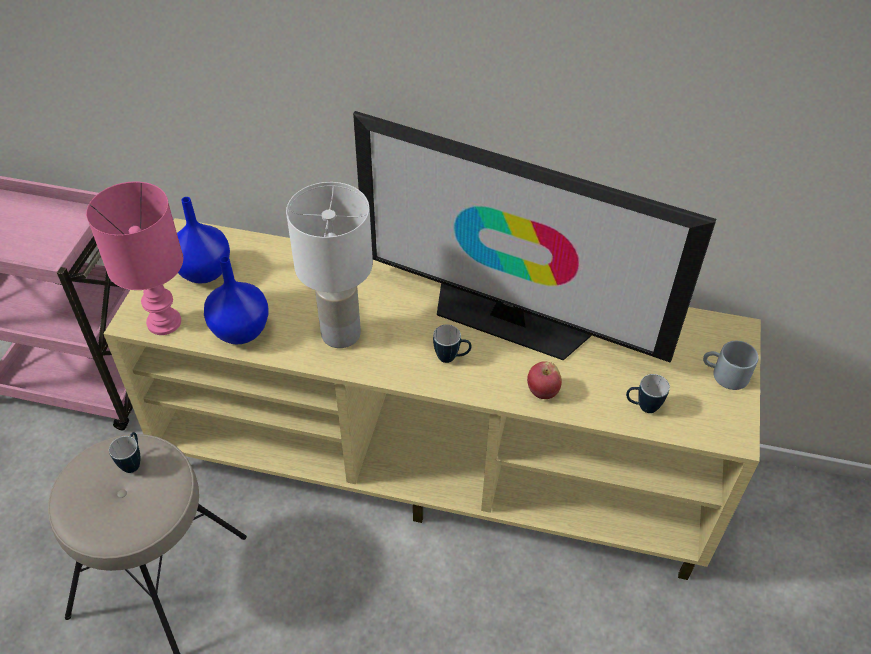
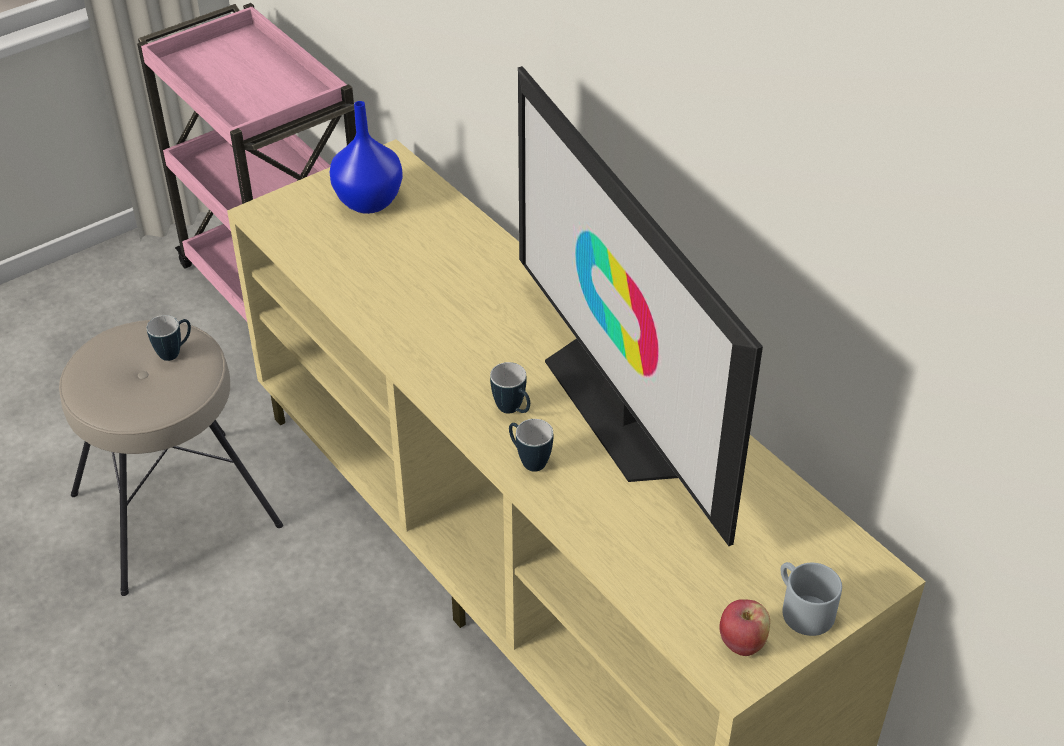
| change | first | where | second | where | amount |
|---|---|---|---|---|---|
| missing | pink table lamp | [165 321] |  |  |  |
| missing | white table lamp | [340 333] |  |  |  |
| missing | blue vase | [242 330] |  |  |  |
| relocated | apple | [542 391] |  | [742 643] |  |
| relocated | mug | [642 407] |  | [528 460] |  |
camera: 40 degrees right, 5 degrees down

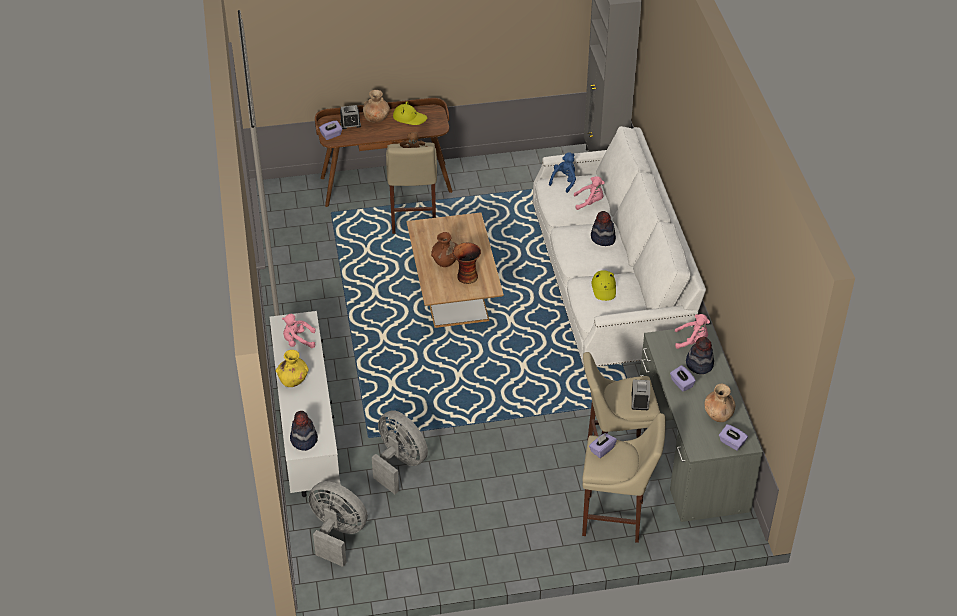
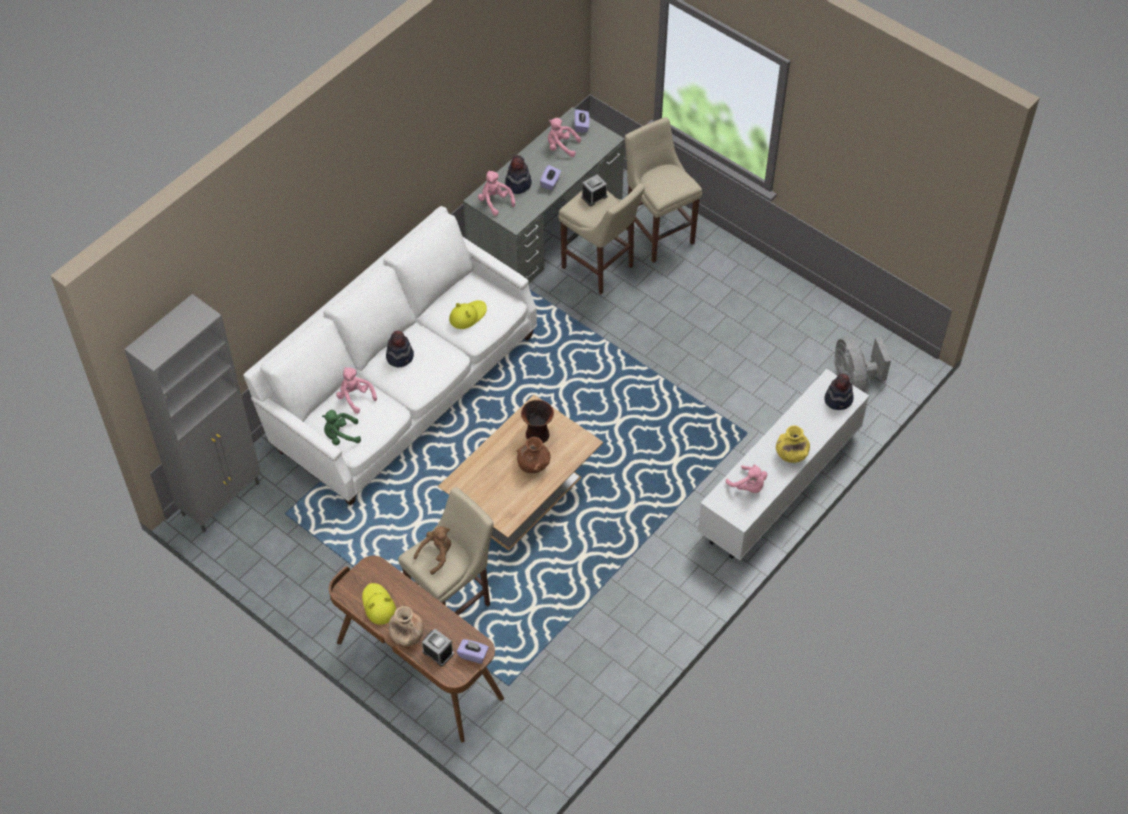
| change | first | where | second | where | amount |
|---|---|---|---|---|---|
| colour | blue plush toy | [564 181] | green plush toy | [341 435] |  |
| exchanged | brown vase | [718 415] | pink plush toy | [561 146] |  |
| missing | grey fan | [399 464] |  |  |  |
| missing | purple tissue box | [602 450] |  |  |  |
camera: 130 degrees left, 10 degrees up

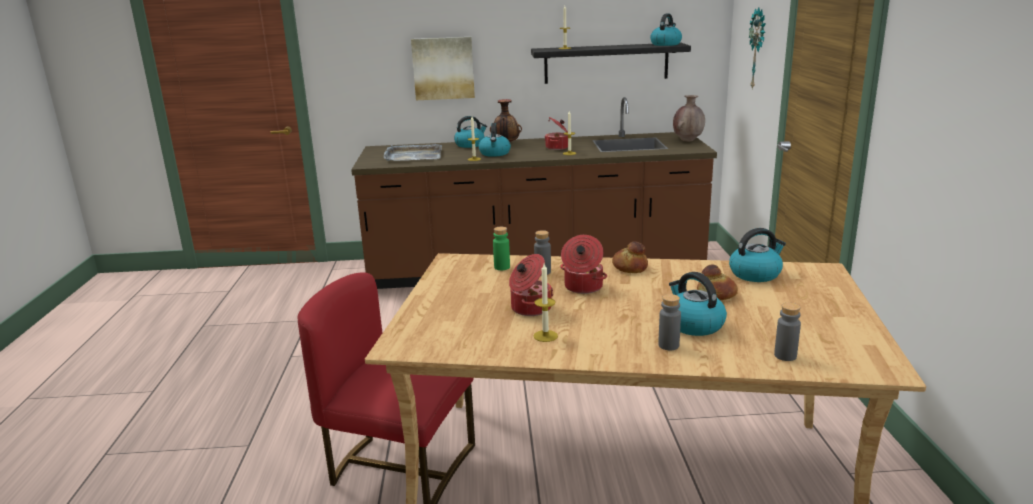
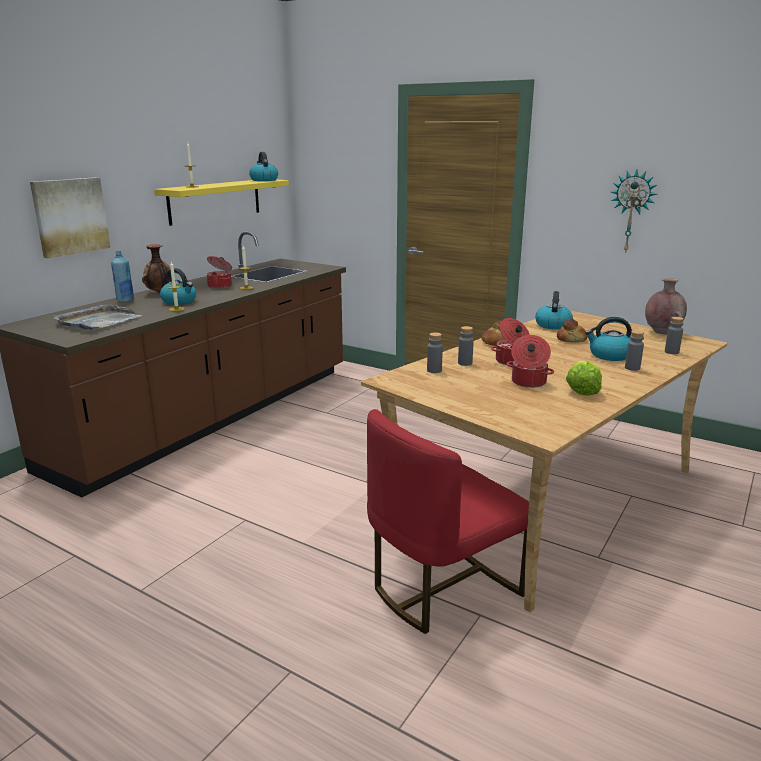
| change | first | where | second | where | amount |
|---|---|---|---|---|---|
| relocated | wall clock | [758 49] |  | [631 211] |  |
| colour | black shelf | [606 63] | yellow shelf | [215 201] |  |
| relocated | brown vase | [687 140] |  | [661 332] |  |
| exchanged | kettle | [470 145] | blue bottle | [125 300] |  |
| colour | green bottle | [502 267] | grey bottle | [434 370] |  |
| exchanged | candle | [545 336] | lettuce | [582 390] |  |
camera: 55 degrees left, 0 degrees up

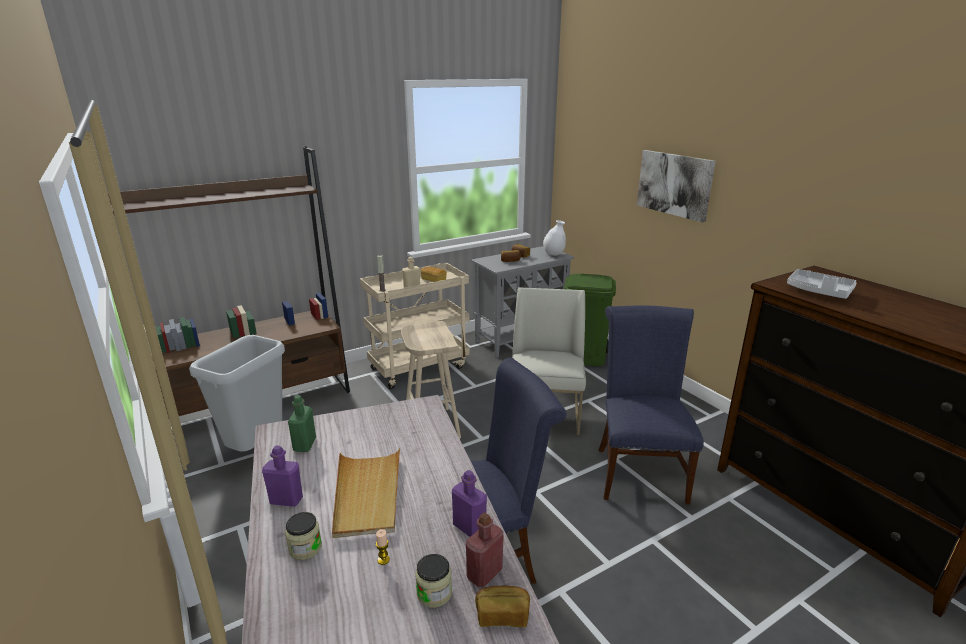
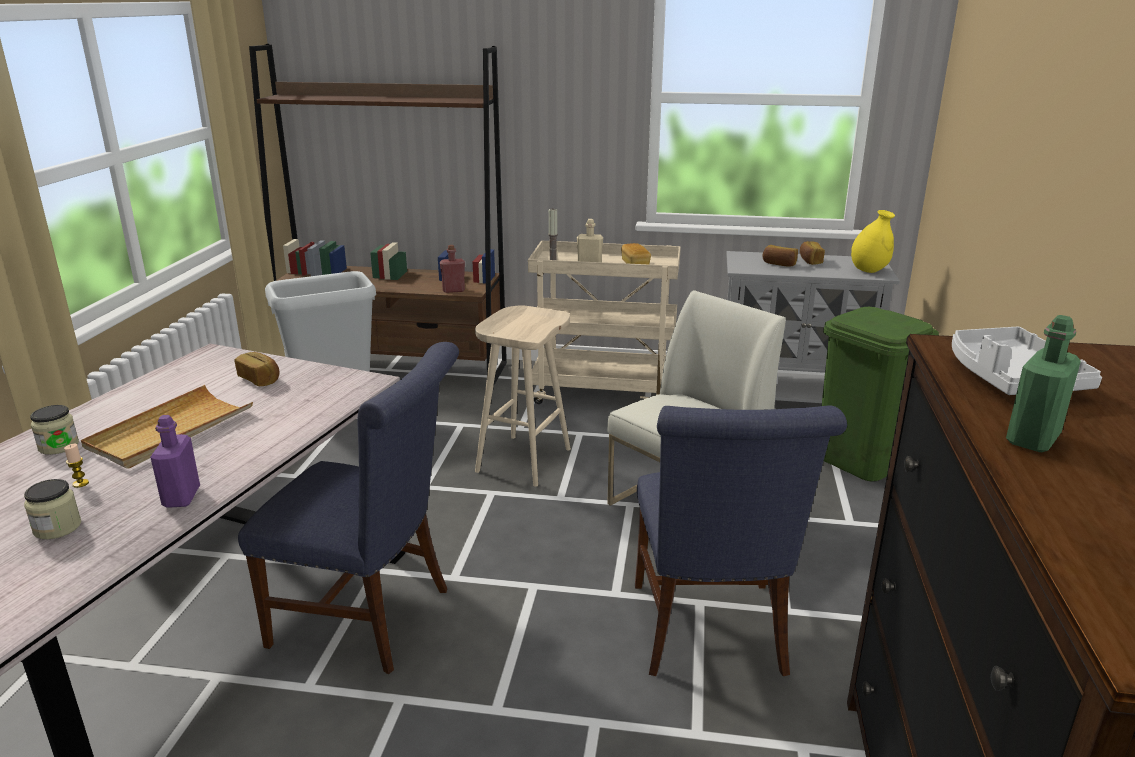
| change | first | where | second | where | amount |
|---|---|---|---|---|---|
| missing | picture | [674 184] |  |  |  |
| colour | white vase | [553 254] | yellow vase | [869 270] |  |
| spun | blue chair | [638 470] |  | [711 635] | 135 degrees clockwise |
| relocated | green bottle | [304 445] |  | [1032 439] |  |
| missing | purple bottle | [286 500] |  |  |  |
| relocated | red bottle | [484 573] |  | [453 290] |  |
| relocated | bread | [502 615] |  | [260 379] |  |
camera: 40 degrees right, 0 degrees up

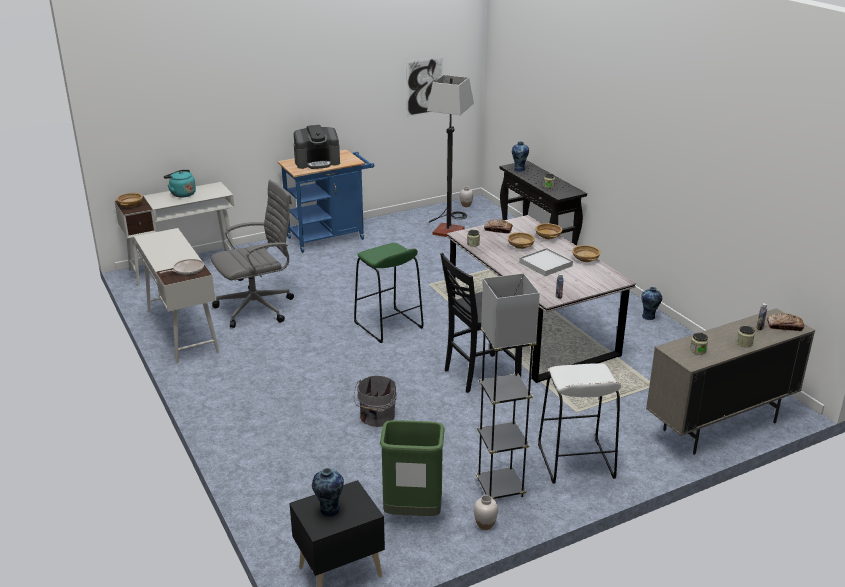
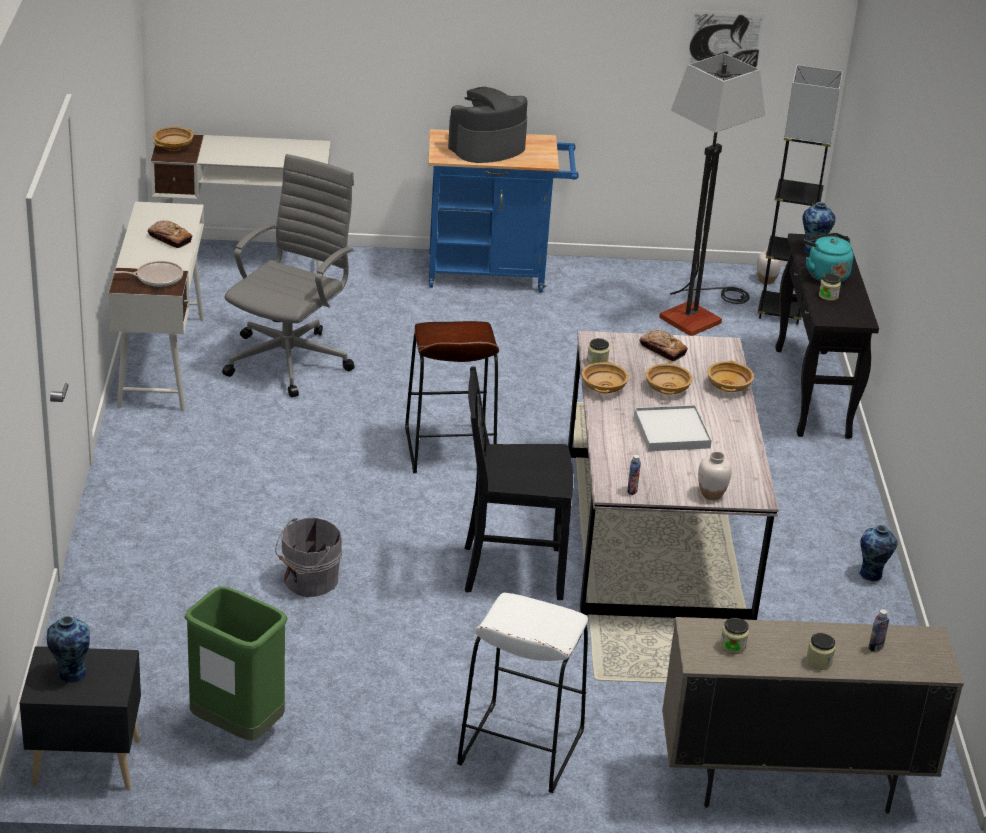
| change | first | where | second | where | amount |
|---|---|---|---|---|---|
| spun | coffee machine | [317 162] |  | [487 148] | 135 degrees clockwise |
| relocated | turquoise kettle | [182 194] |  | [825 275] |  |
| spun | grey office chair | [258 308] |  | [290 359] | 60 degrees counterclockwise |
| colour | green stool | [388 325] | brown stool | [449 449] |  |
| relocated | beige bowl | [585 259] |  | [603 387] |  |
| relocated | grey floor lamp | [500 488] |  | [780 312] |  |
| relocated | bread | [784 326] |  | [169 238] |  |
| relocated | white vase | [485 525] |  | [711 494] |  |
camera: 25 degrees right, 5 degrees up

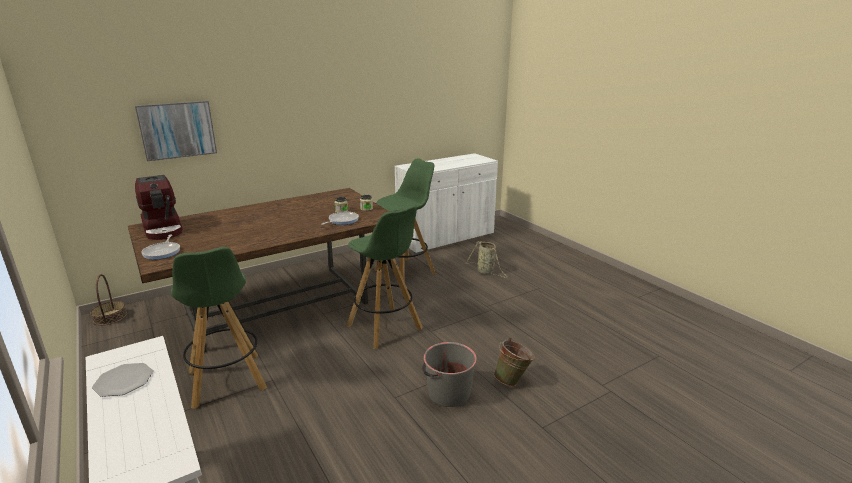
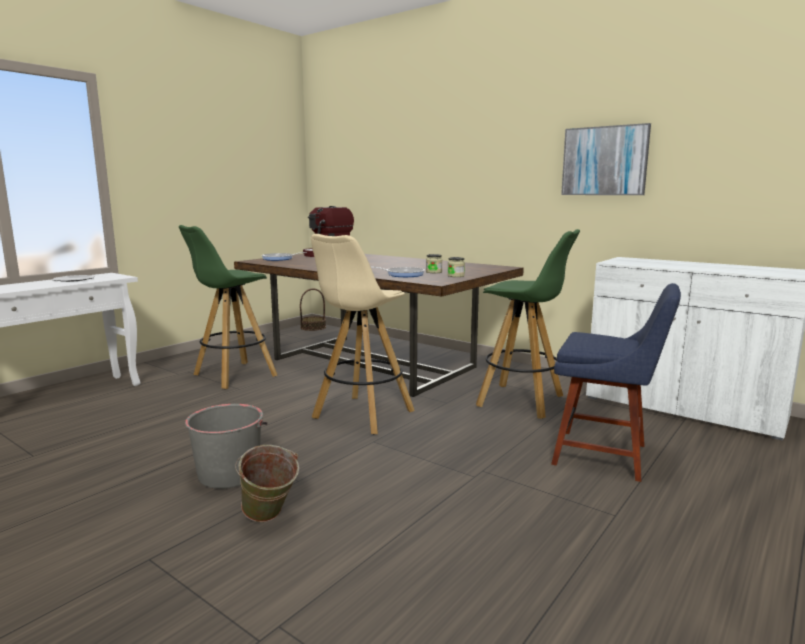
| change | first | where | second | where | amount |
|---|---|---|---|---|---|
| relocated | picture | [177 130] |  | [604 161] |  |
| colour | green stool | [385 328] | beige stool | [362 415] |  |
| exchanged | basket | [486 272] | blue chair | [606 455] |  |
camera: 70 degrees right, 10 degrees down

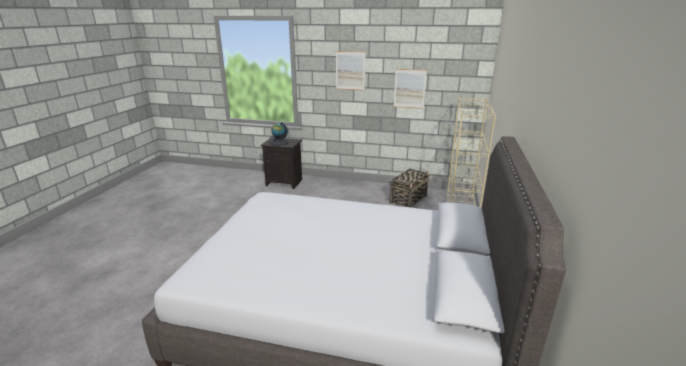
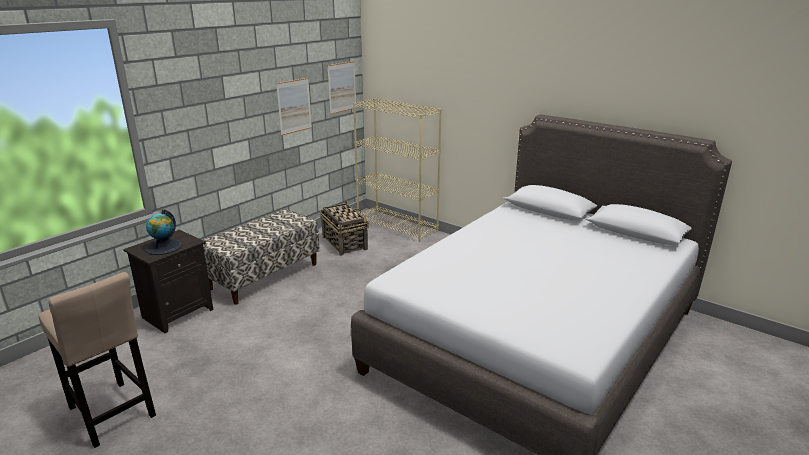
| change | first | where | second | where | amount |
|---|---|---|---|---|---|
| relocated | picture | [350 70] |  | [342 87] |  |
| appeared |  |  | bench | [264 276] |  |
| appeared |  |  | beige stool | [112 415] |  |
camera: 65 degrees left, 0 degrees up

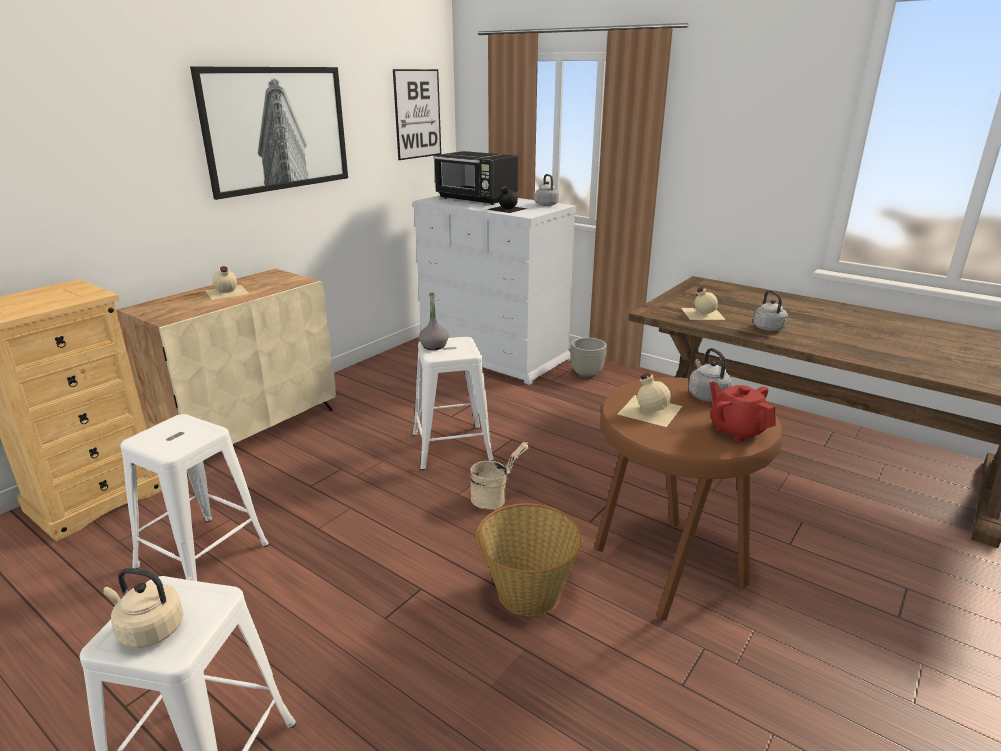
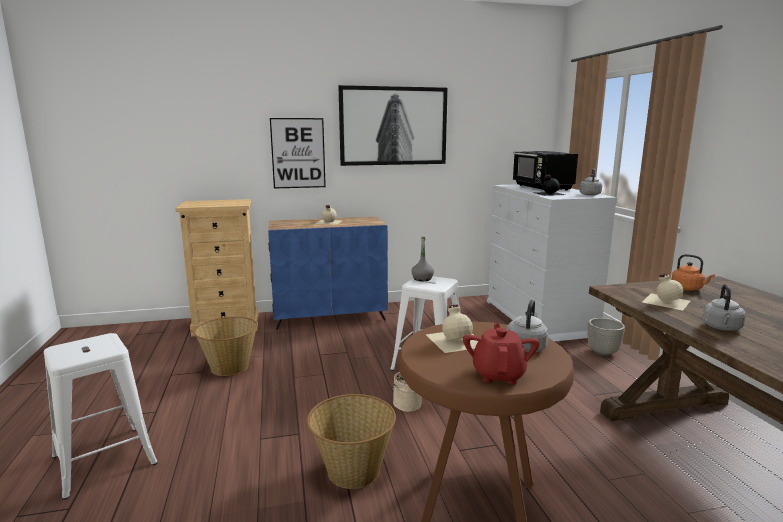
| change | first | where | second | where | amount |
|---|---|---|---|---|---|
| relocated | picture | [417 114] |  | [298 153] |  |
| colour | beige cabinet | [251 430] | blue cabinet | [330 316] |  |
| exchanged | white stool | [202 555] | basket | [229 367] |  |
| missing | beige kettle | [149 630] |  |  |  |
| appeared |  |  | orange kettle | [688 288] |  |
camera: 40 degrees right, 10 degrees down

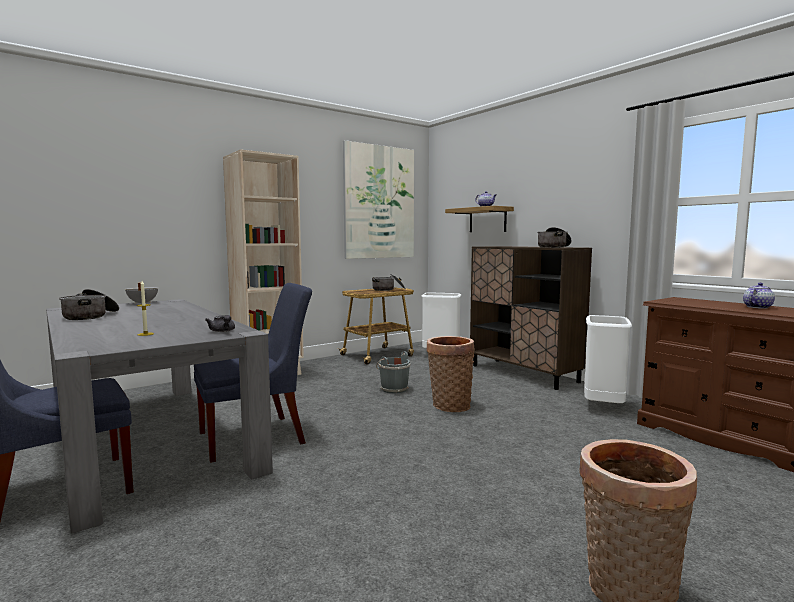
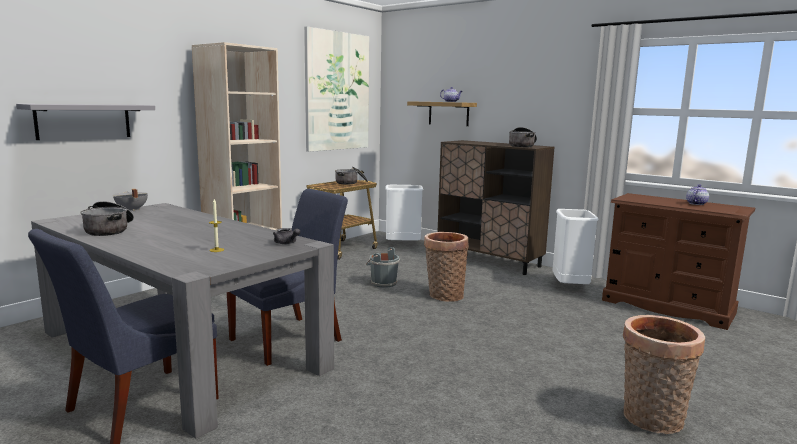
| change | first | where | second | where | amount |
|---|---|---|---|---|---|
| appeared |  |  | grey shelf | [84 121] |  |
camera: 15 degrees left, 5 degrees up

